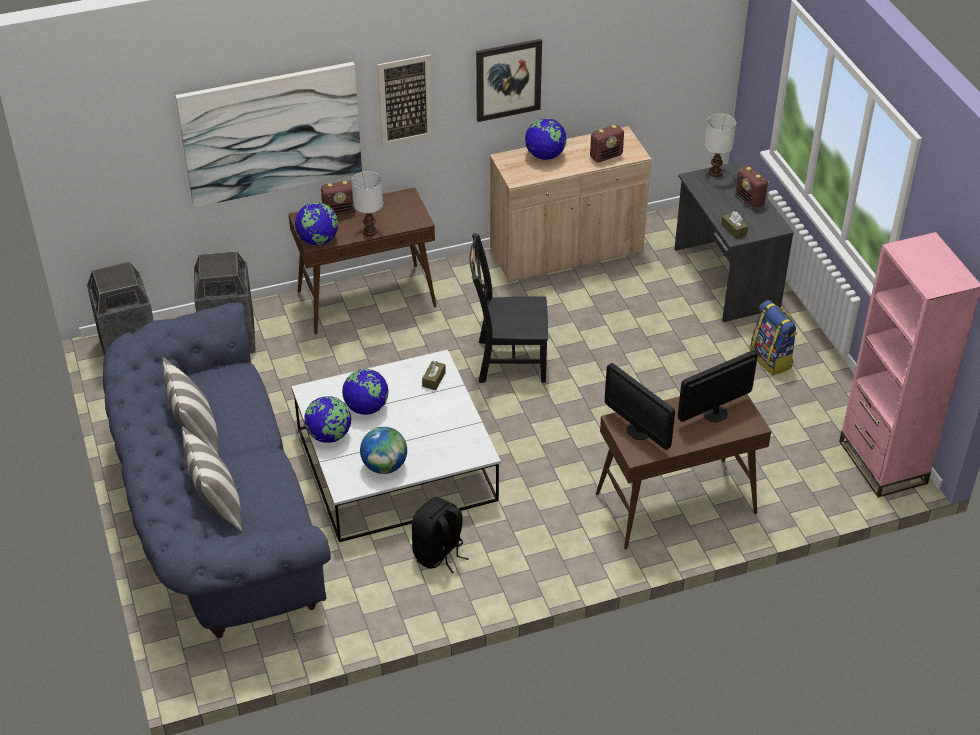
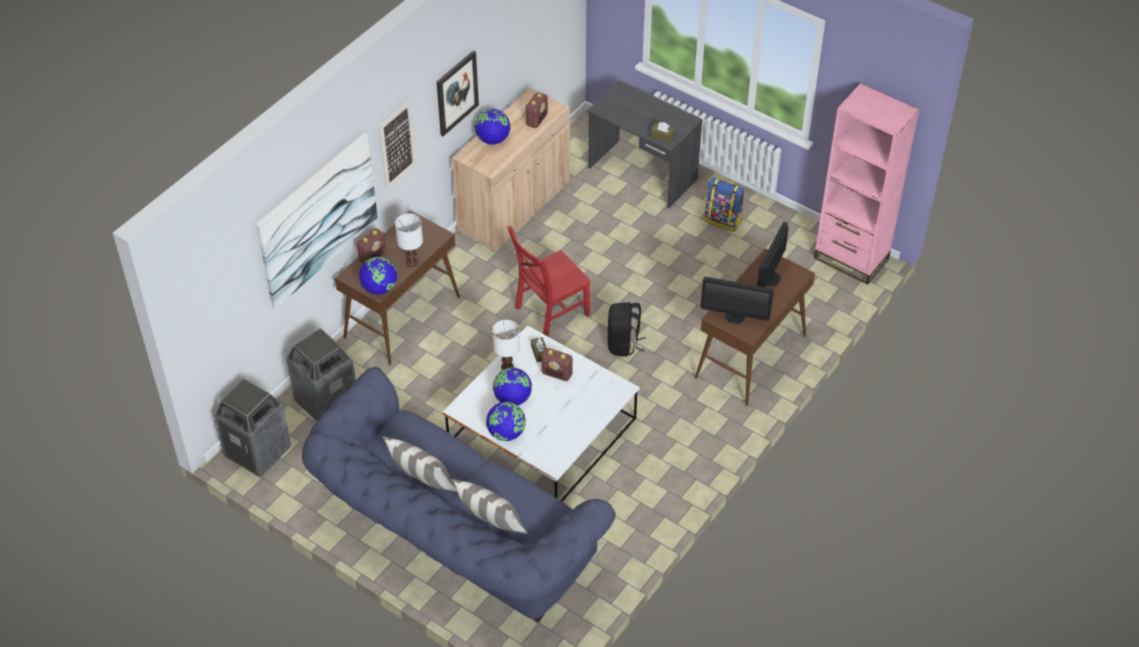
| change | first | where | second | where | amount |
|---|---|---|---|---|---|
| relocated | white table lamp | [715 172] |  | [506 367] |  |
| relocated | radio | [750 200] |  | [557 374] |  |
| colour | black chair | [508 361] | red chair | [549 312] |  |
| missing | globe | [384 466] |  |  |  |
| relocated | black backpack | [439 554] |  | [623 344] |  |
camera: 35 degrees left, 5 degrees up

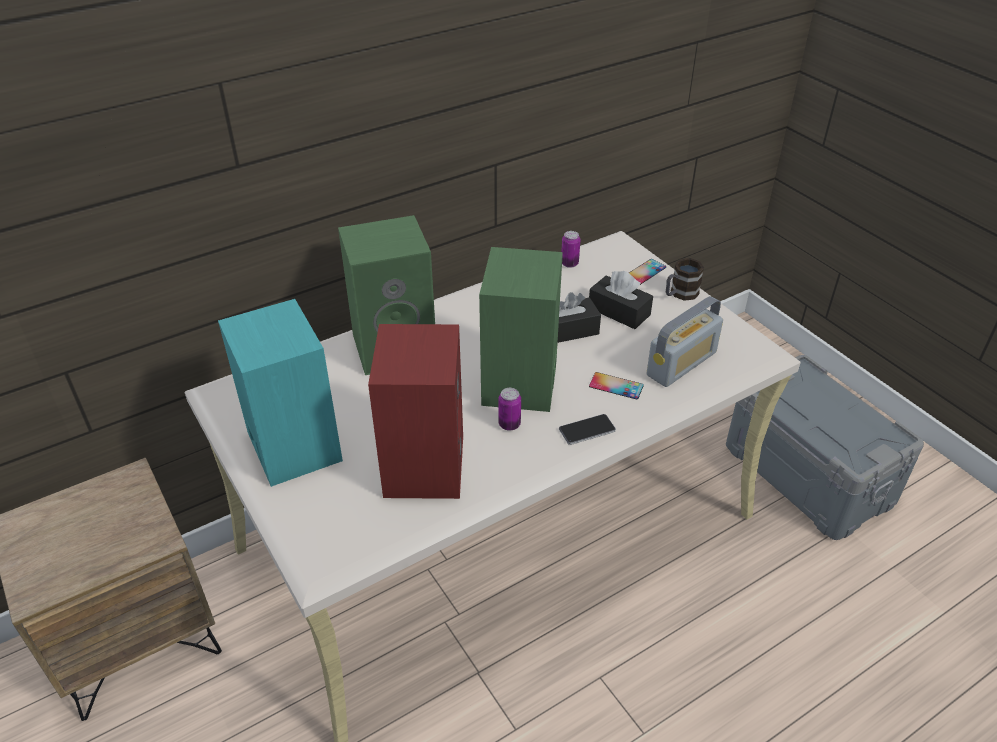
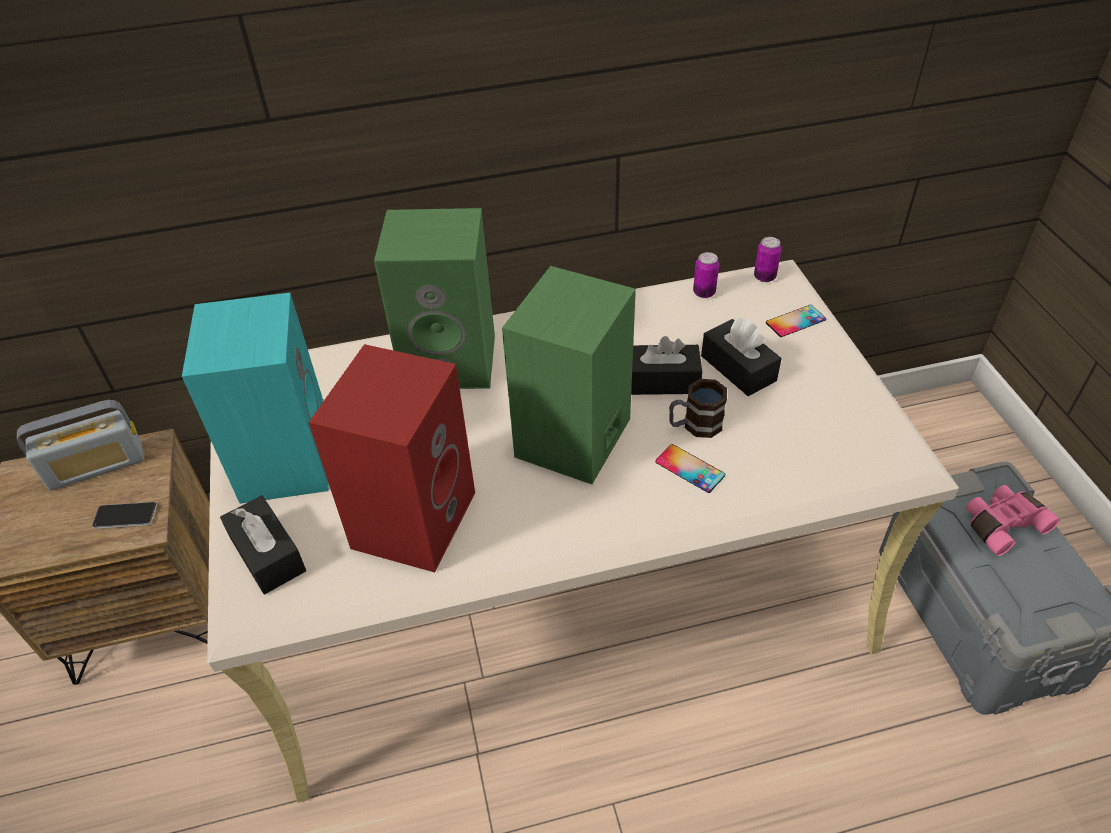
| change | first | where | second | where | amount |
|---|---|---|---|---|---|
| relocated | mug | [680 294] |  | [695 425] |  |
| relocated | radio | [681 363] |  | [96 466] |  |
| relocated | can | [509 424] |  | [764 277] |  |
| relocated | phone | [587 430] |  | [125 516] |  |
| appeared |  |  | pink binoculars | [1002 524] |  |
| appeared |  |  | black tissue box | [268 554] |  |
camera: 20 degrees right, 5 degrees up

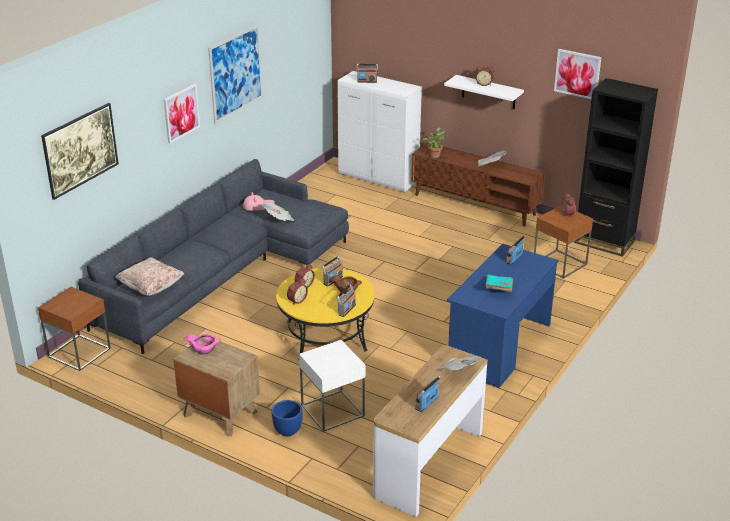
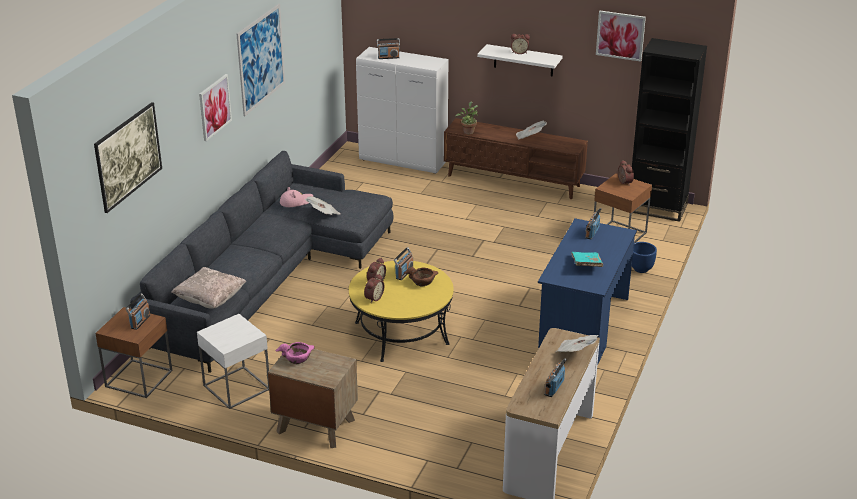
| change | first | where | second | where | amount |
|---|---|---|---|---|---|
| relocated | radio | [346 310] |  | [140 321] |  |
| relocated | white side table | [332 410] |  | [236 387] |  |
| relocated | blue planter | [287 431] |  | [640 269] |  |
camera: 10 degrees left, 0 degrees up

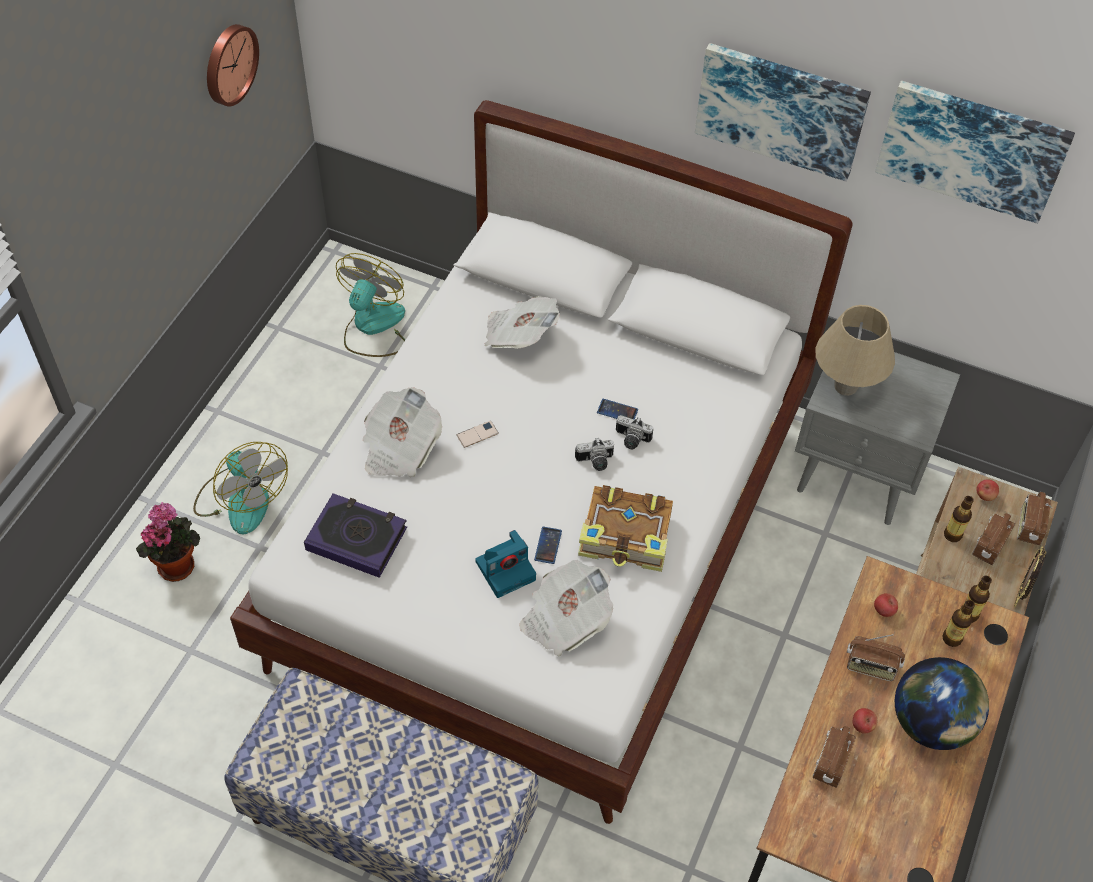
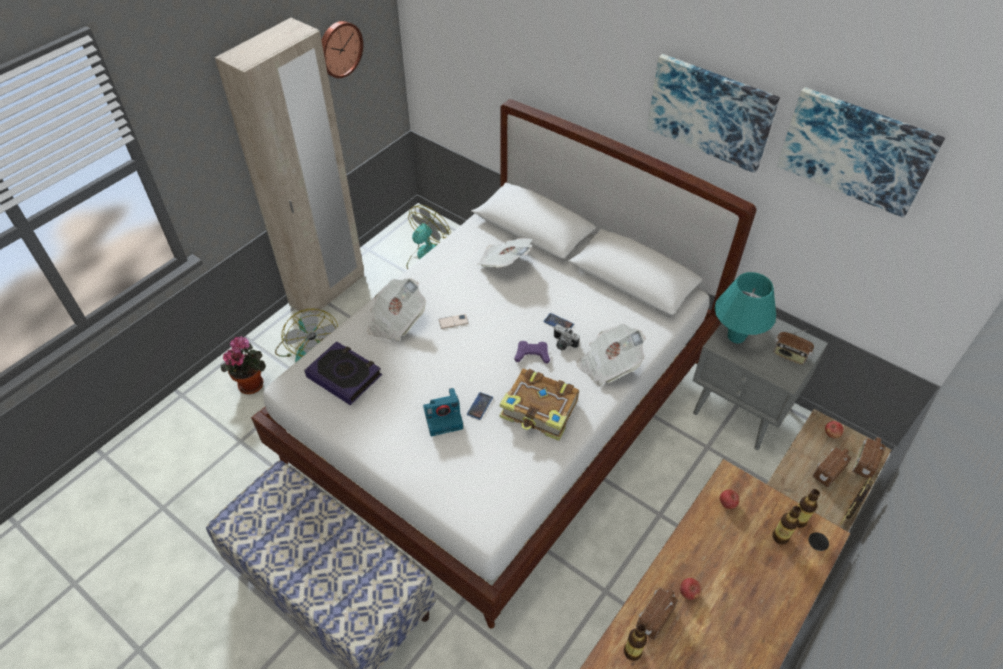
| change | first | where | second | where | amount |
|---|---|---|---|---|---|
| colour | beige table lamp | [845 386] | turquoise table lamp | [736 336] |  |
| exchanged | photo camera | [595 462] | purple game controller | [532 354] |  |
| relocated | bottle | [952 535] |  | [632 652] |  |
| relocated | newspaper | [564 619] |  | [608 365] |  |
| relocated | radio | [870 667] |  | [789 355] |  |
| missing | globe | [931 723] |  |  |  |
| appeared |  |  | beige wardrobe | [328 290] |  |
camera: 15 degrees right, 5 degrees down

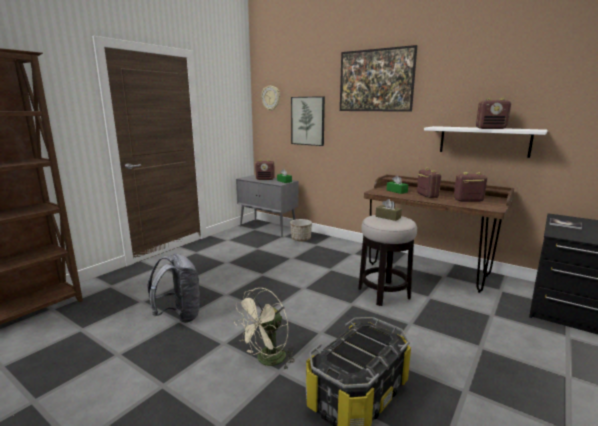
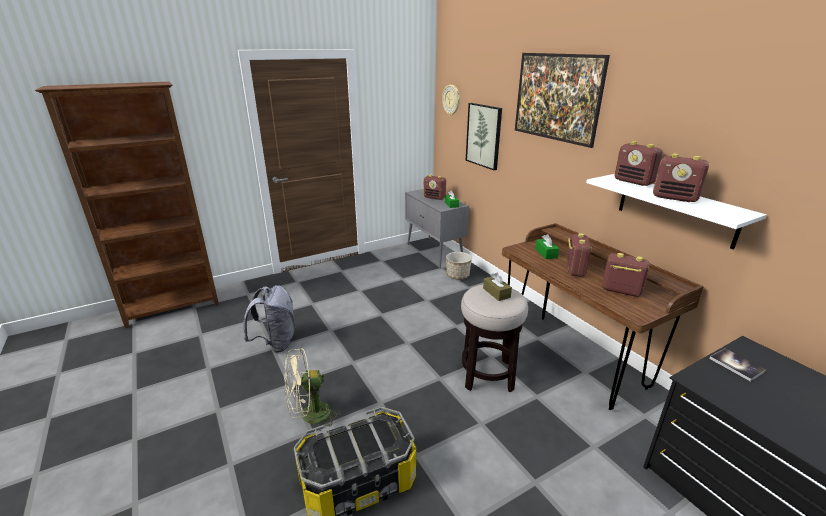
| change | first | where | second | where | amount |
|---|---|---|---|---|---|
| appeared |  |  | radio | [634 182] |  |
camera: 25 degrees right, 10 degrees up

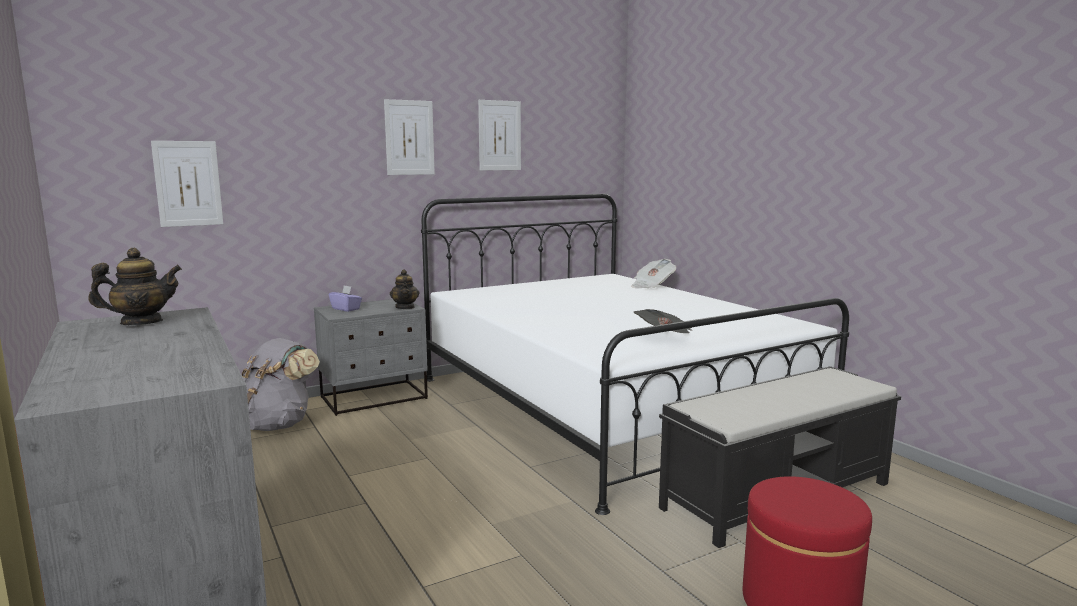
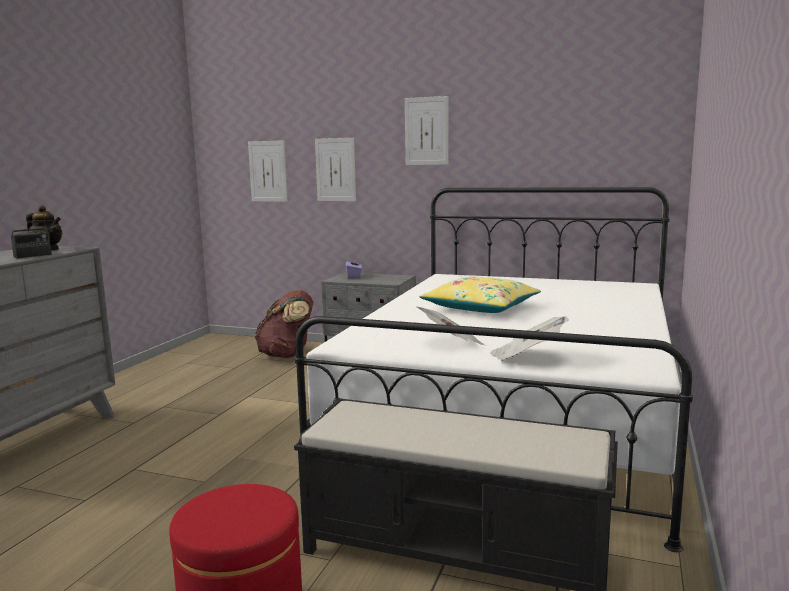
| change | first | where | second | where | amount |
|---|---|---|---|---|---|
| relocated | picture | [499 135] |  | [335 170] |  |
| relocated | newspaper | [651 286] |  | [526 358] |  |
| missing | teapot | [405 307] |  |  |  |
| colour | grey backpack | [276 425] | brown backpack | [287 355] |  |
| appeared |  |  | radio | [32 256] |  |
| appeared |  |  | yellow pillow | [481 307] |  |
camera: 50 degrees right, 0 degrees up

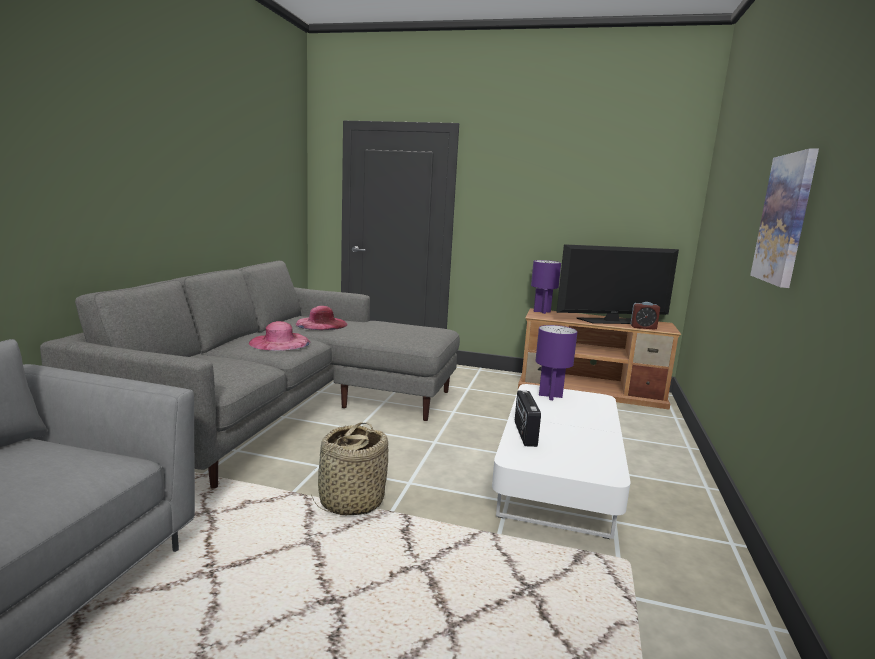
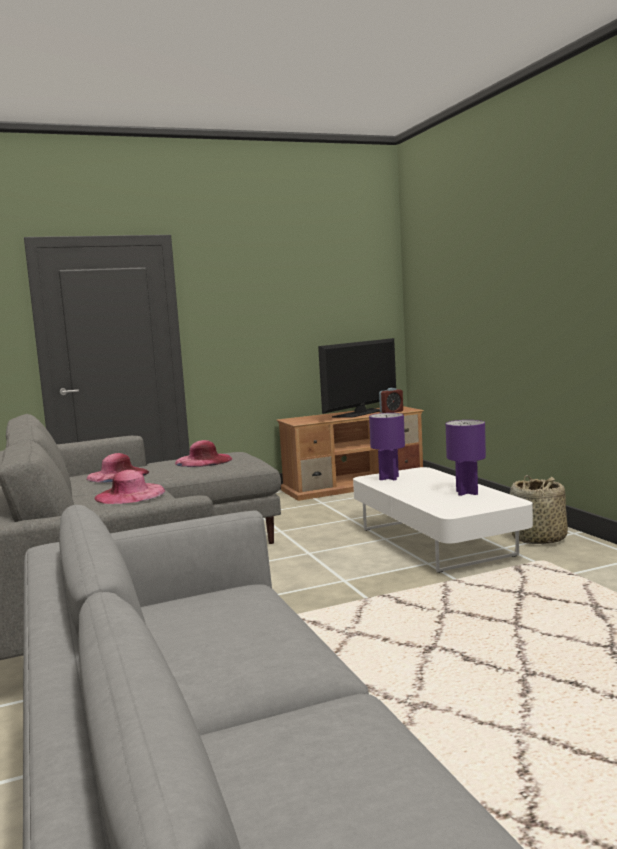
| change | first | where | second | where | amount |
|---|---|---|---|---|---|
| missing | picture | [785 219] |  |  |  |
| relocated | purple table lamp | [541 312] |  | [467 493] |  |
| missing | radio | [524 434] |  |  |  |
| relocated | basket | [351 501] |  | [538 539] |  |
| appeared |  |  | pink hat | [203 460] |  |
camera: 35 degrees left, 5 degrees down

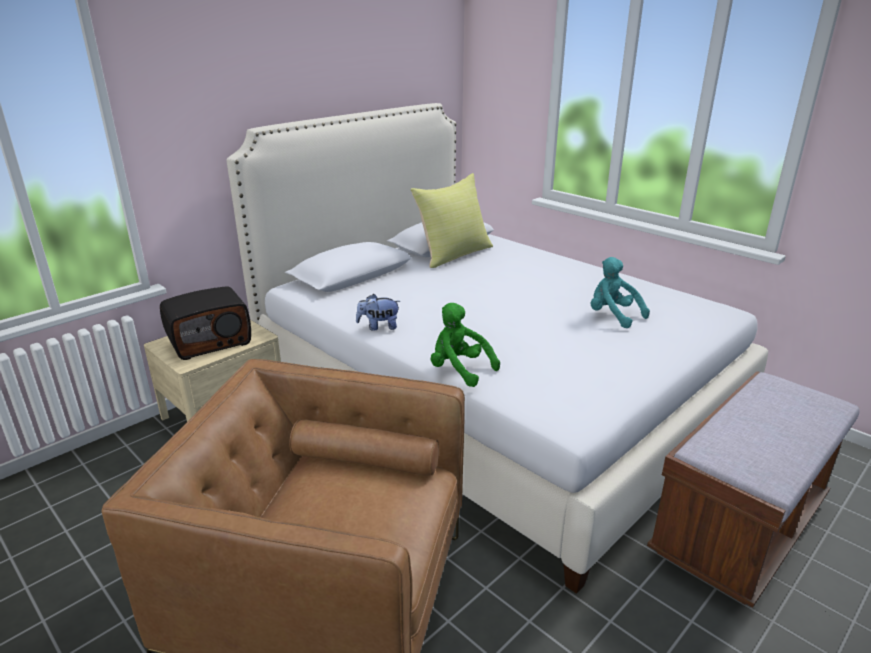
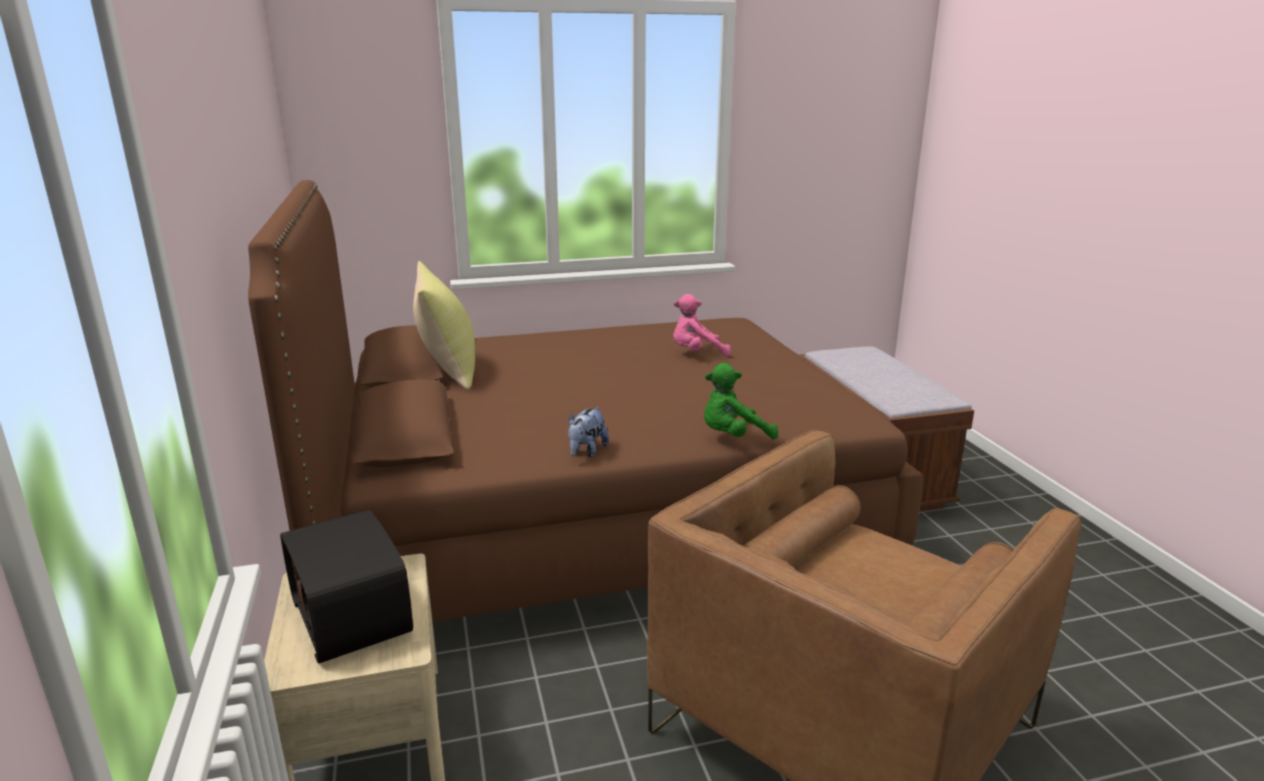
| change | first | where | second | where | amount |
|---|---|---|---|---|---|
| colour | white bed | [488 399] | brown bed | [589 513] |  |
| colour | turquoise plush toy | [613 316] | pink plush toy | [697 353] |  |
| spun | radio | [210 341] |  | [354 615] | 150 degrees clockwise |
camera: 60 degrees left, 5 degrees down

